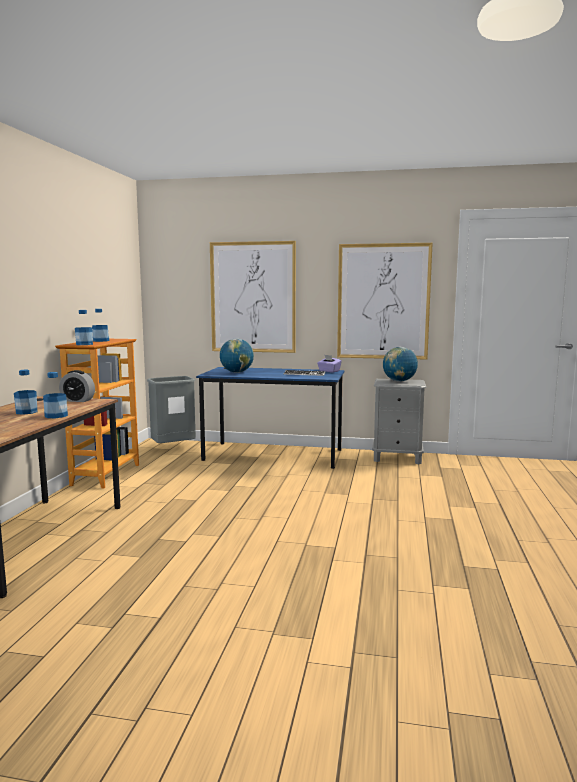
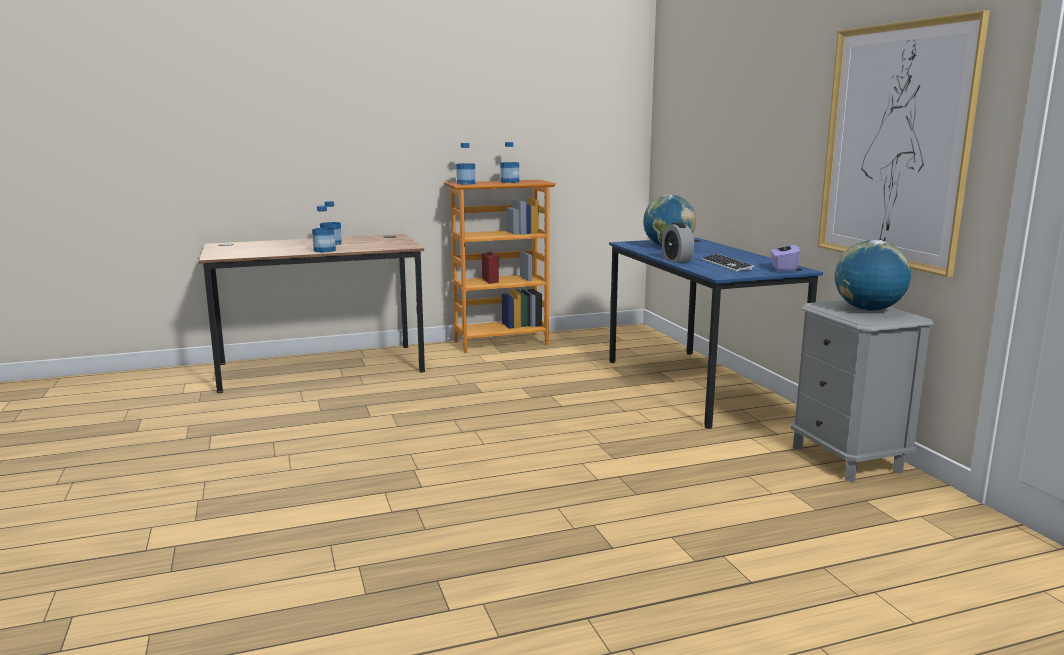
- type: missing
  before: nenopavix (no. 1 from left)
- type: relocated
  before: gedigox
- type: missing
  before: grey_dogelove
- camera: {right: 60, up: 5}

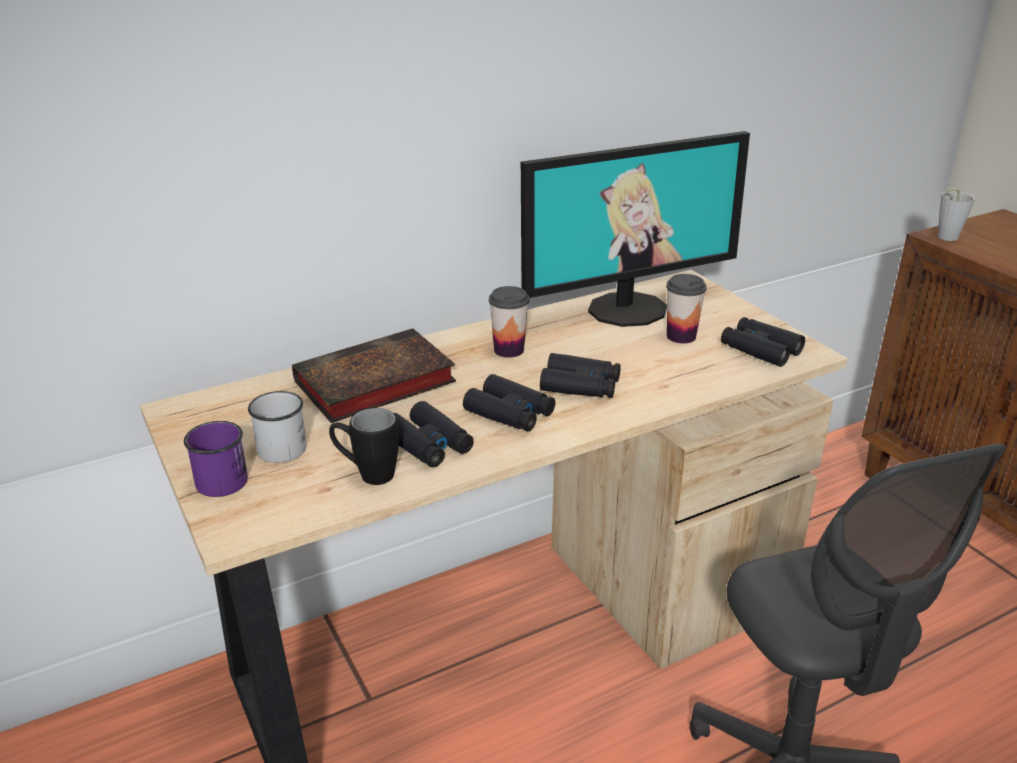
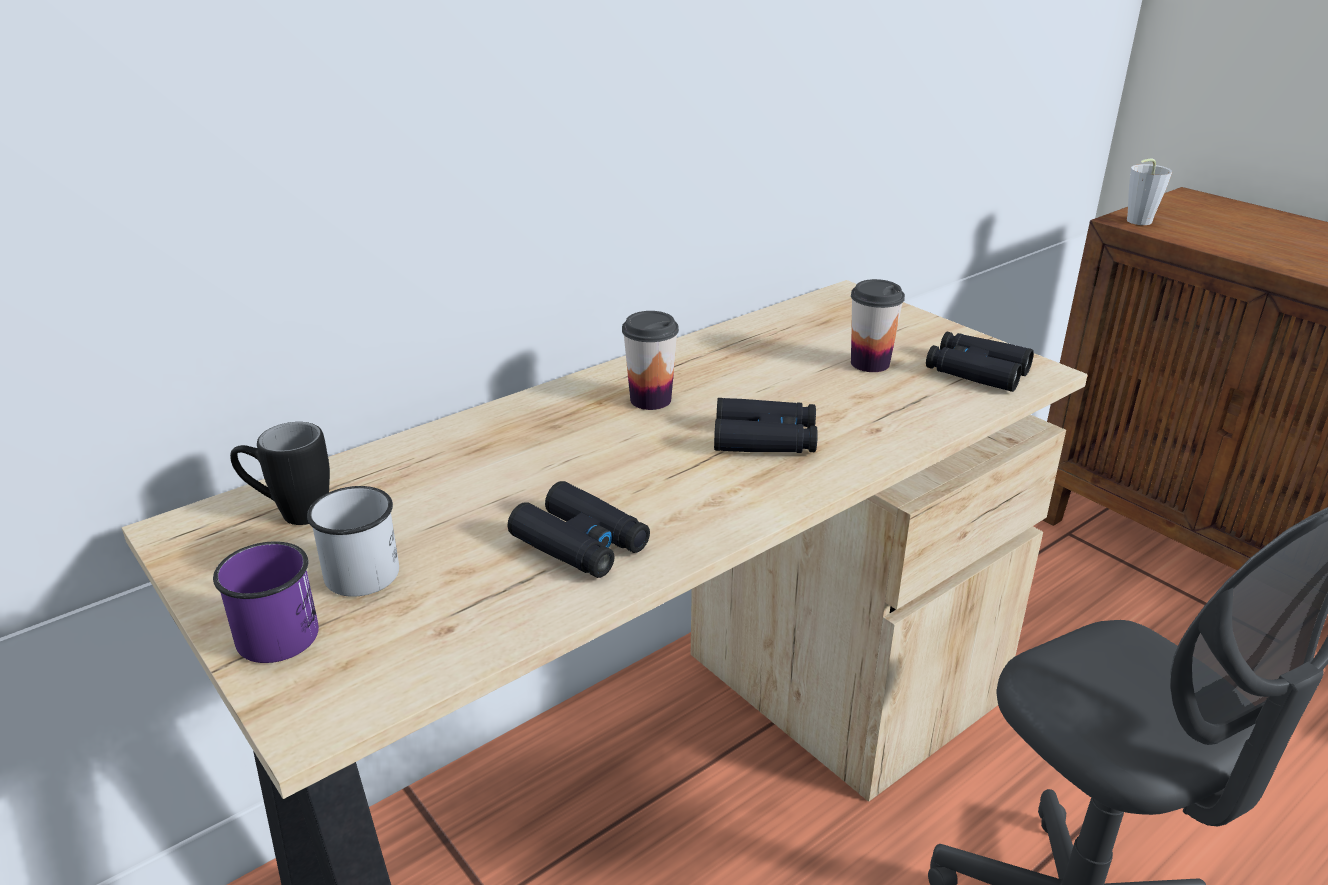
- type: missing
  before: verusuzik
- type: missing
  before: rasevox
- type: missing
  before: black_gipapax (no. 2 from left)
- type: relocated
  before: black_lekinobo
- camera: {right: -10, up: 0}

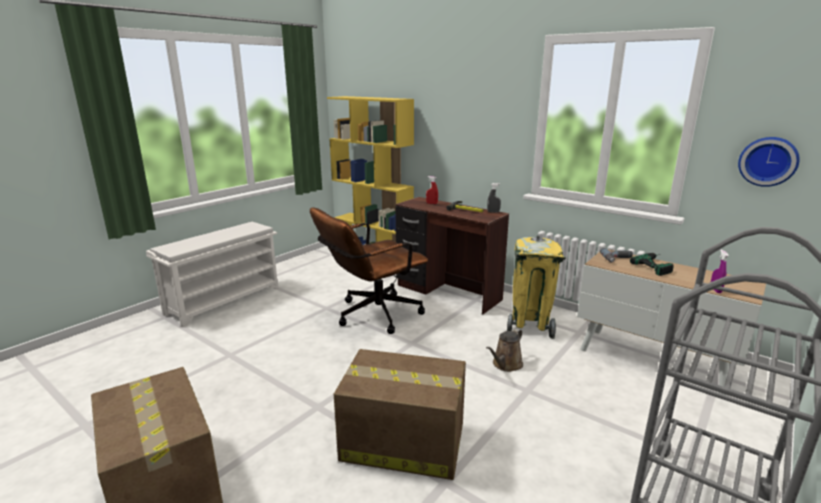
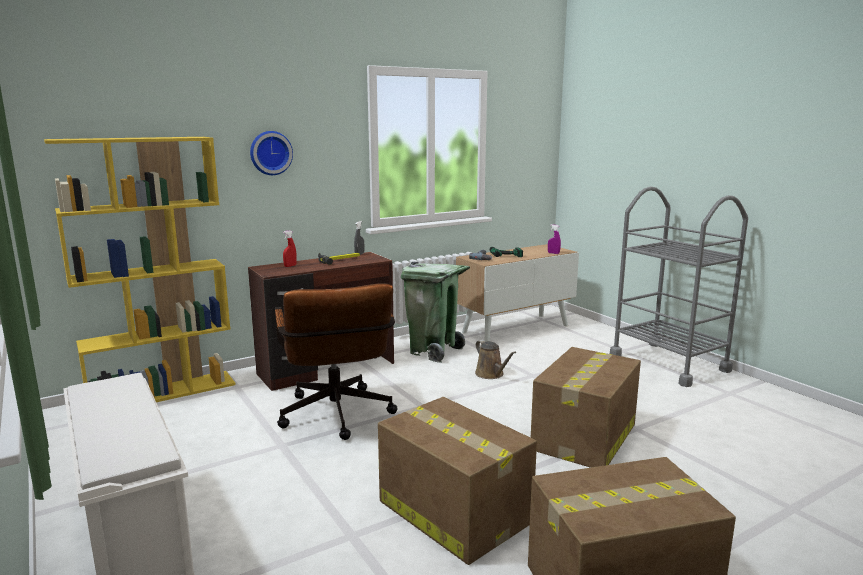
- type: relocated
  before: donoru
- type: colour
  before: yellow_dogelove
  after: green_dogelove
- type: appeared
  after: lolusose (no. 1 from left)
- camera: {right: -70, up: -5}

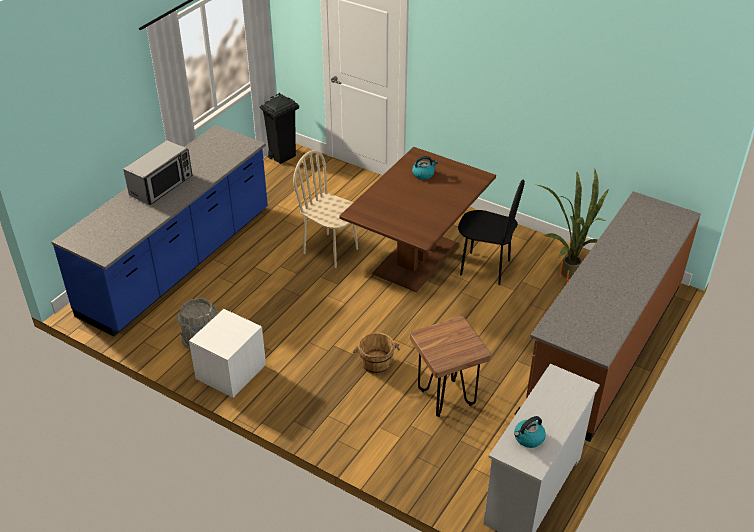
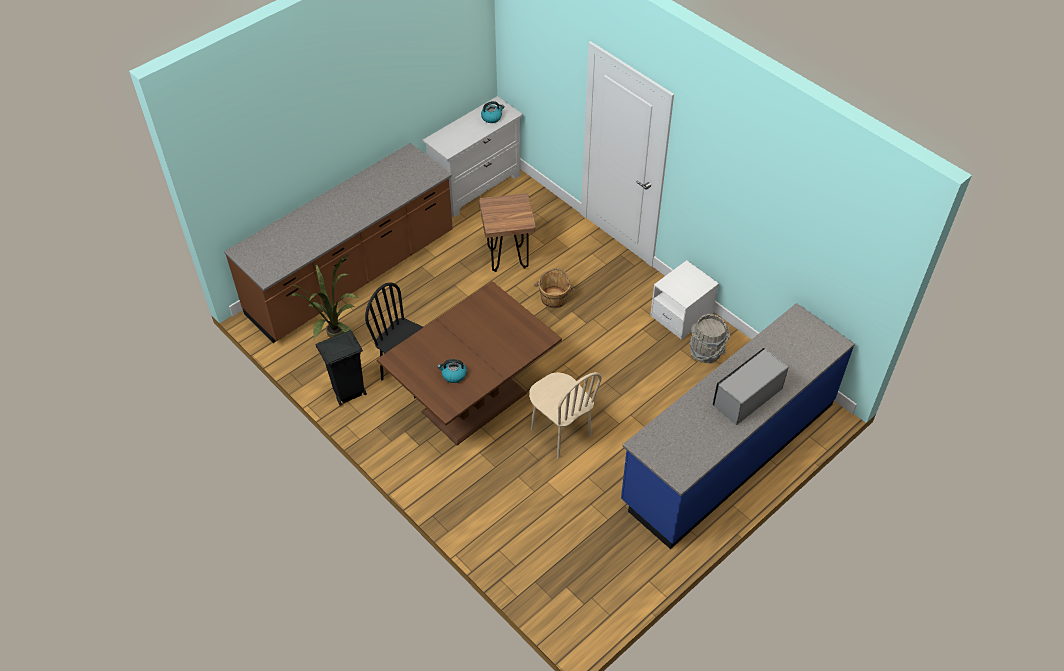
- type: relocated
  before: black_dogelove
- camera: {right: -165, up: 10}

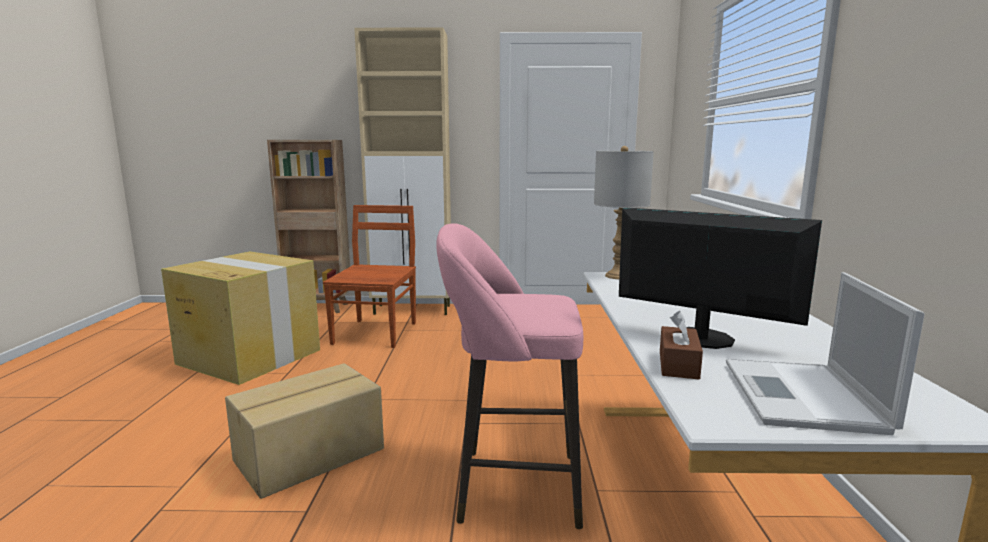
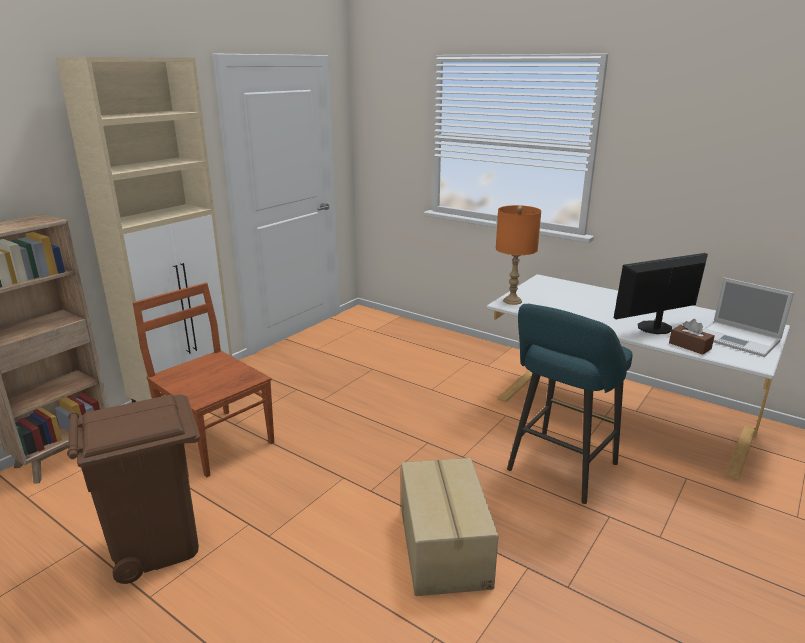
- type: colour
  before: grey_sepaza
  after: orange_sepaza
- type: colour
  before: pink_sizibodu
  after: turquoise_sizibodu
- type: exchanged
  before: lolusose (no. 1 from left)
  after: brown_dogelove
- camera: {right: -55, up: 10}

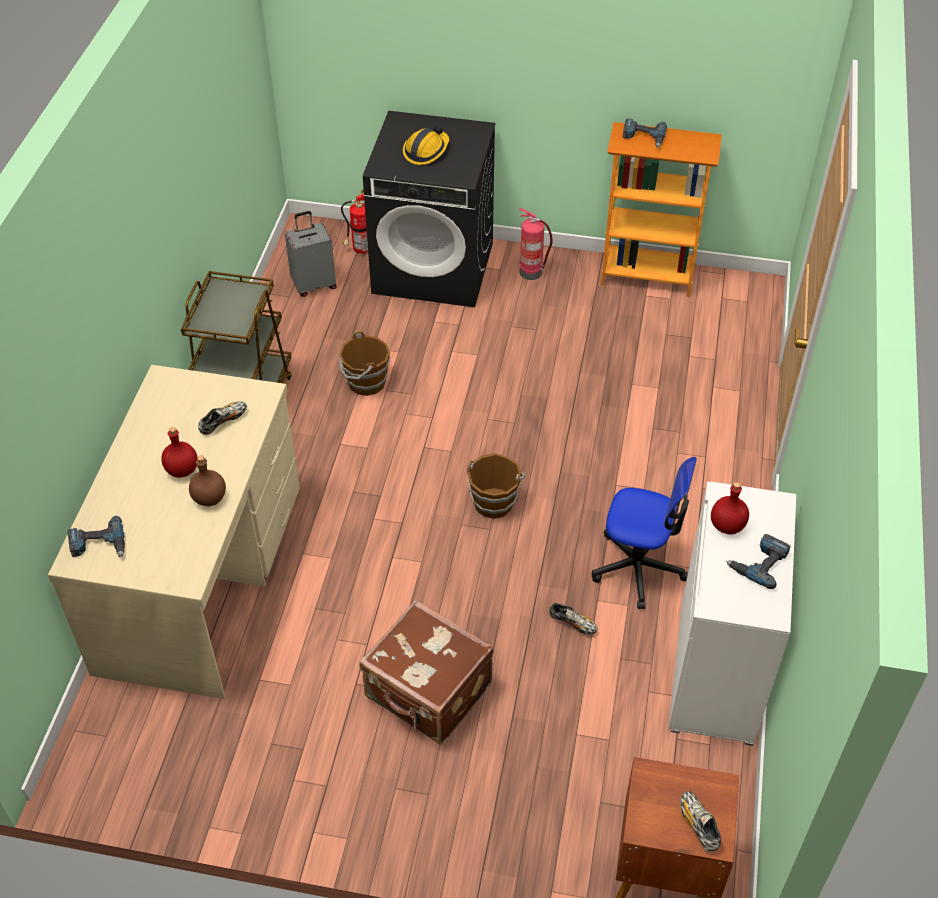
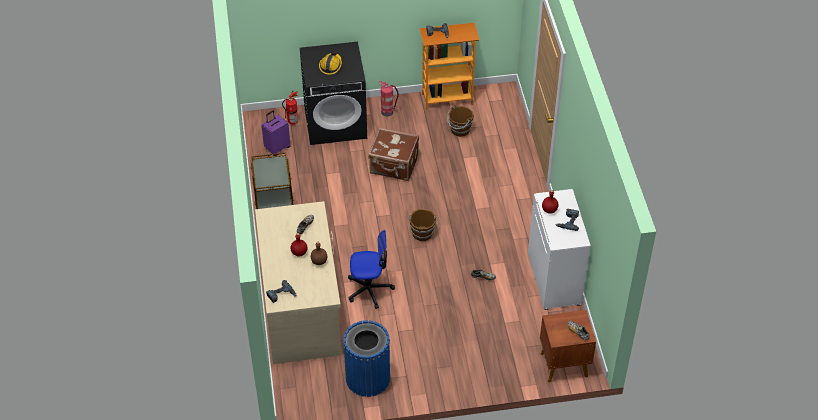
- type: colour
  before: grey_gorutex
  after: purple_gorutex
- type: relocated
  before: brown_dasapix (no. 1 from left in the first image)
  after: brown_dasapix (no. 2 from left)
- type: relocated
  before: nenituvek
- type: relocated
  before: brown_gorutex
- type: appeared
  after: blue_dogelove
- camera: {right: -20, up: 0}

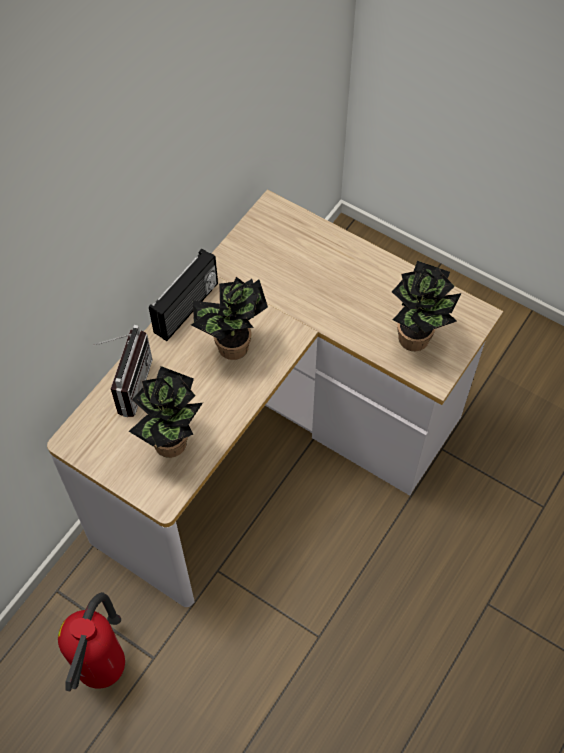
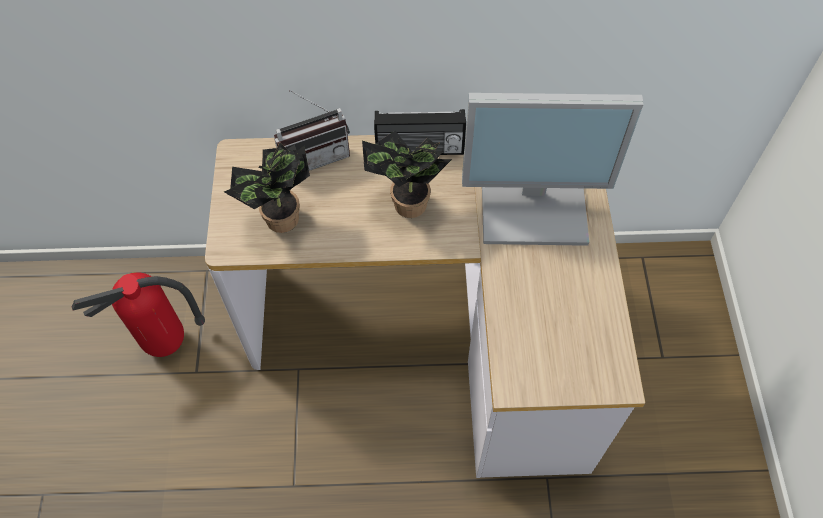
- type: missing
  before: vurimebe (no. 3 from left)
- type: appeared
  after: verusuzik
- camera: {right: 55, up: 0}

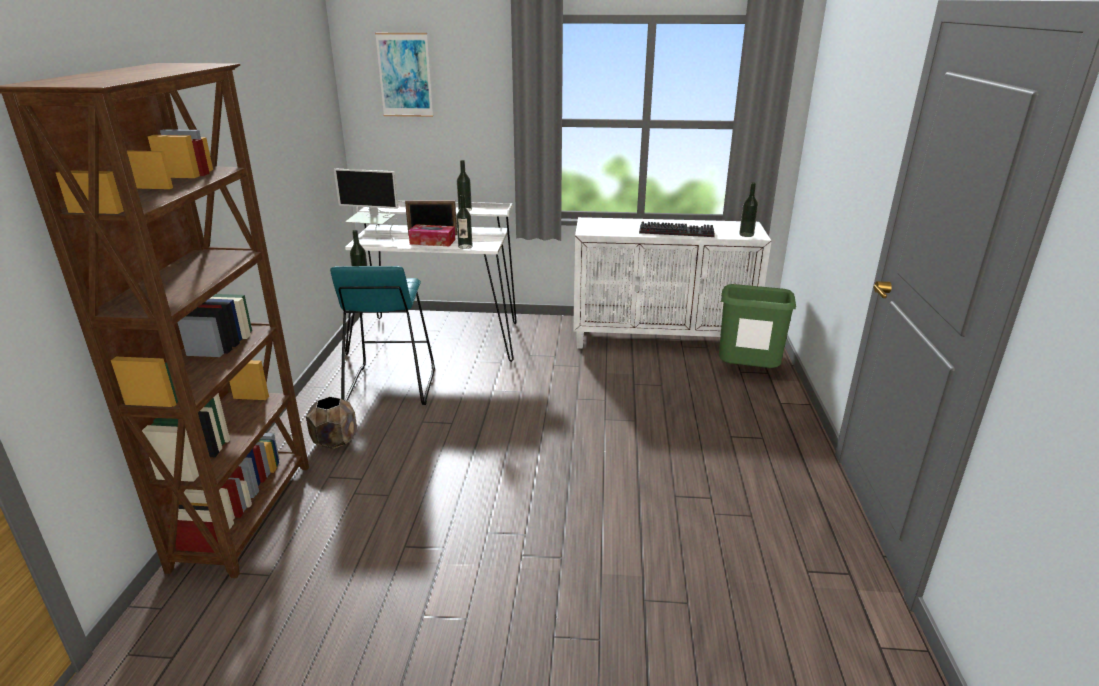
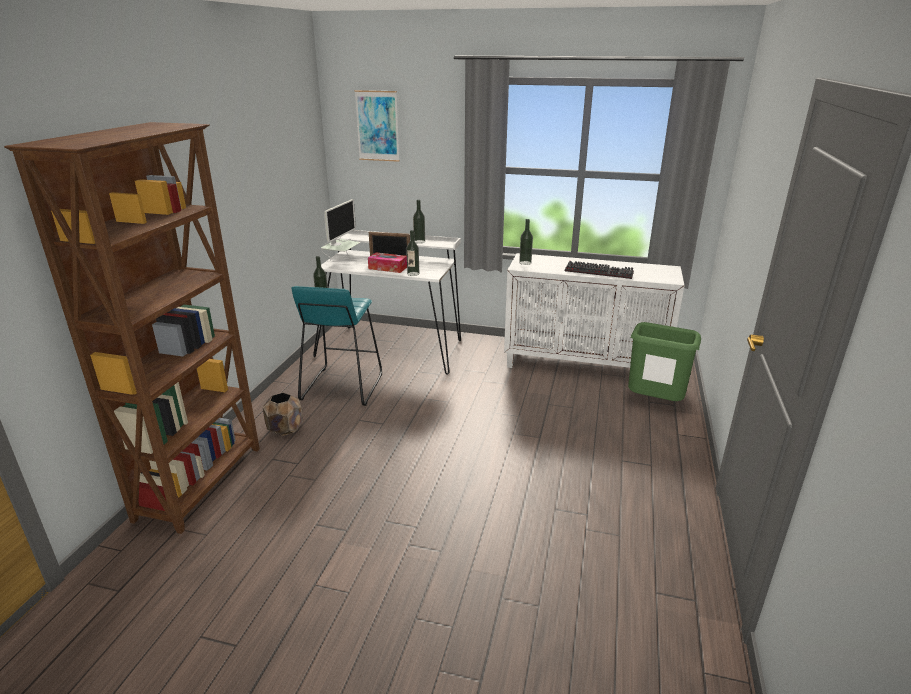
- type: spun
  before: verusuzik
  turn: -90
- type: relocated
  before: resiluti (no. 4 from left)
- camera: {right: 10, up: 0}

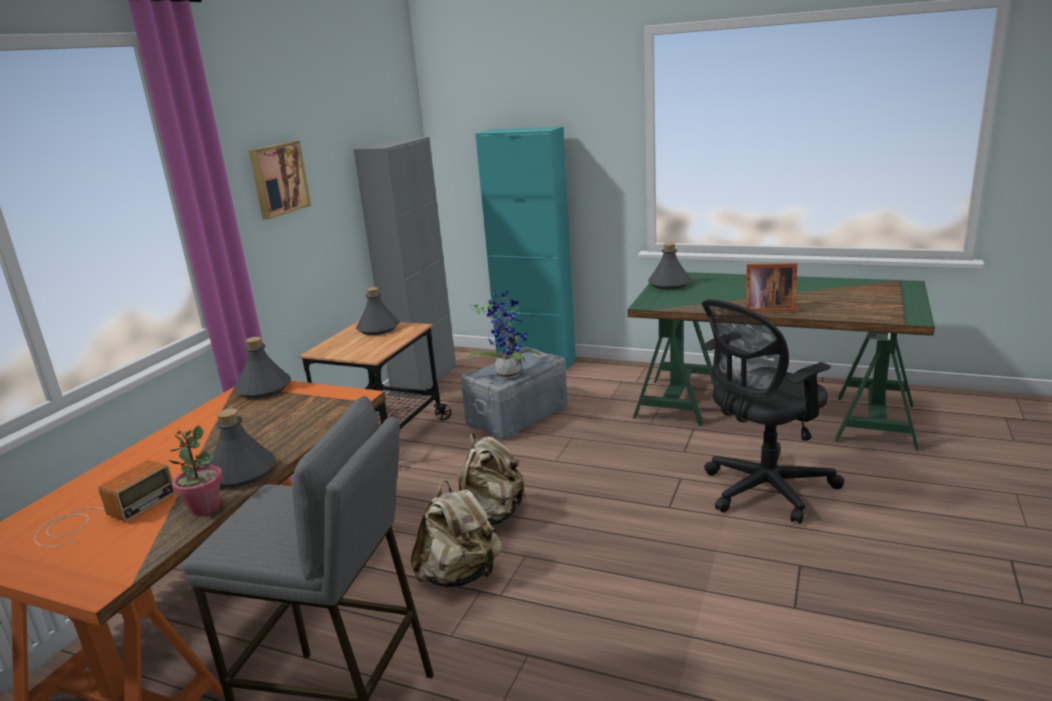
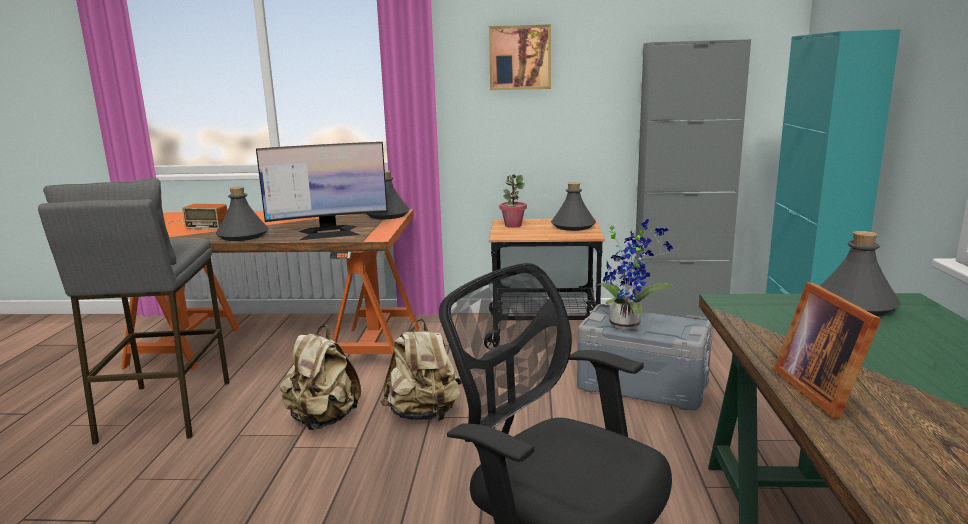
- type: relocated
  before: vurimebe (no. 1 from left)
- type: appeared
  after: verusuzik
- camera: {right: 70, up: -5}

